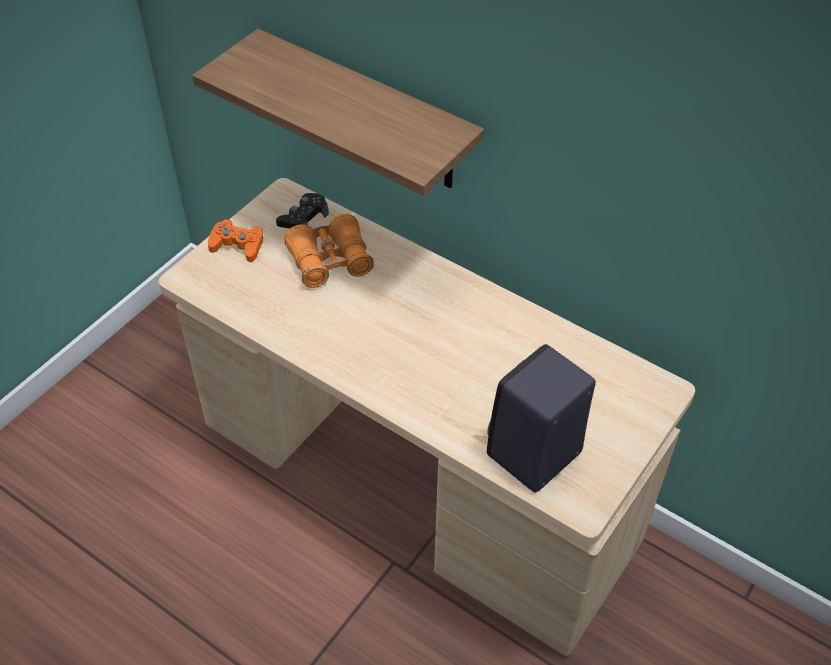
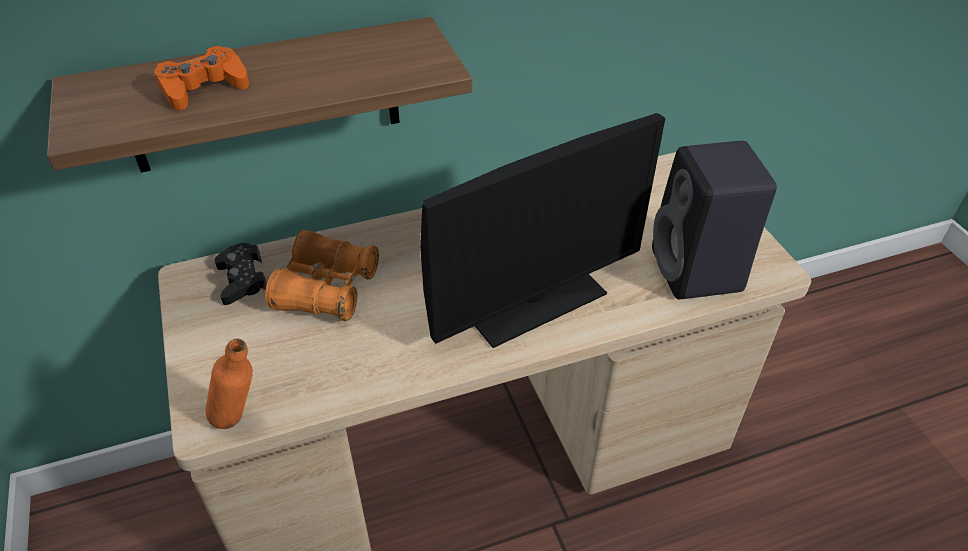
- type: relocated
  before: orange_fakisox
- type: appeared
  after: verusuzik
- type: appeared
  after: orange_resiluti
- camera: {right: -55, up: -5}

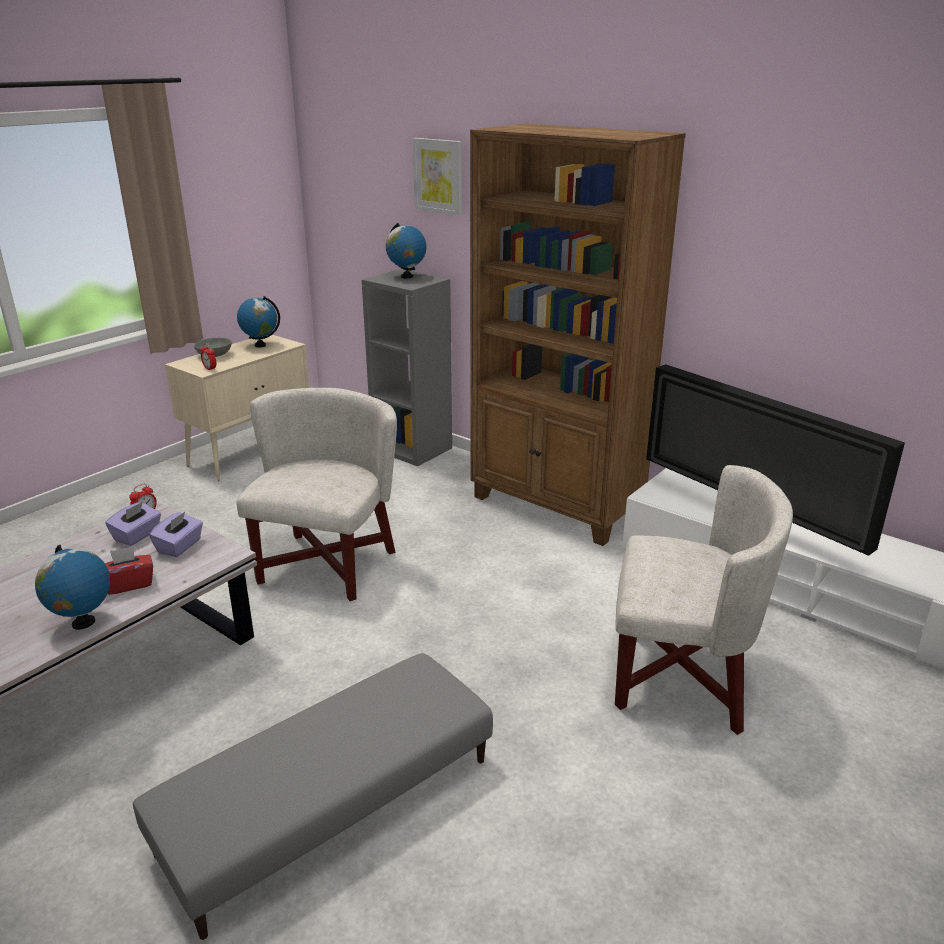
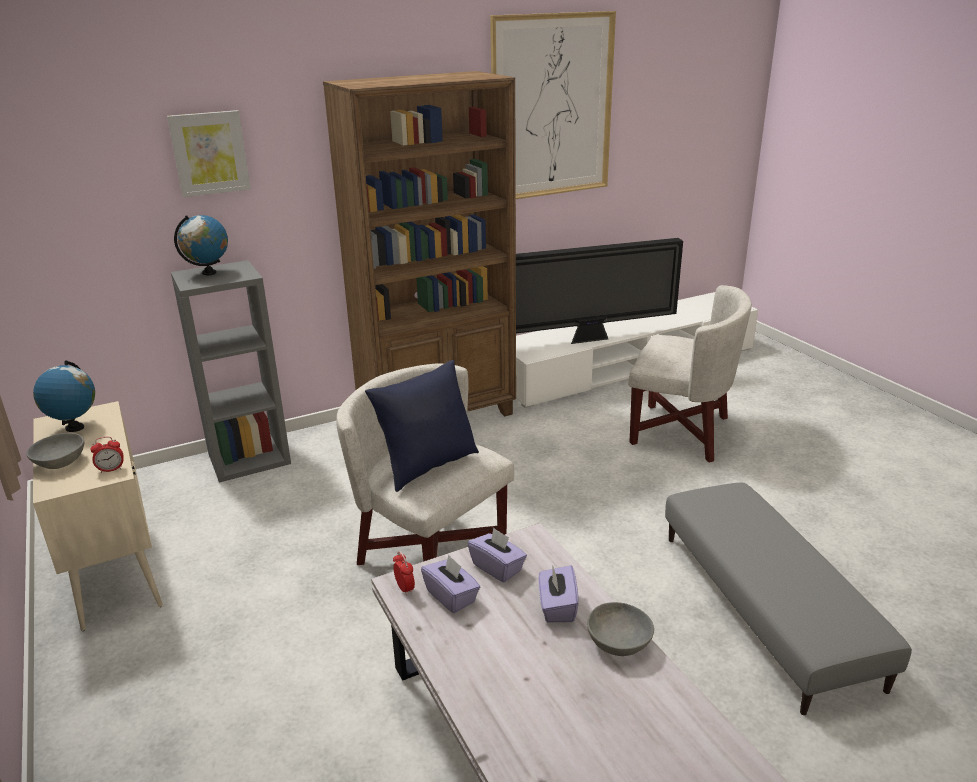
- type: spun
  before: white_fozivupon (no. 2 from left)
  turn: 75
- type: exchanged
  before: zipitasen (no. 1 from left)
  after: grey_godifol (no. 2 from left)
- type: colour
  before: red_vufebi
  after: purple_vufebi (no. 3 from left)
- type: appeared
  after: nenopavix (no. 2 from left)
- type: appeared
  after: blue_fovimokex
- camera: {right: -65, up: 0}

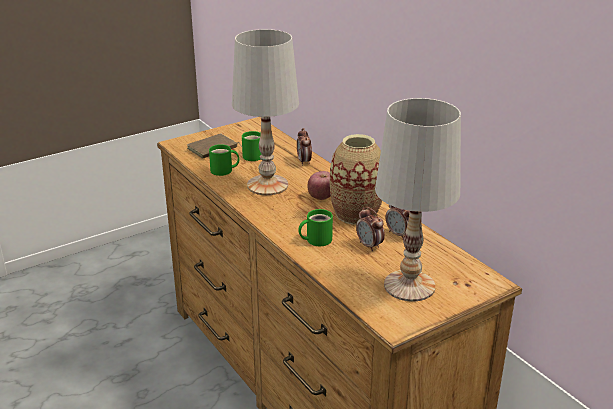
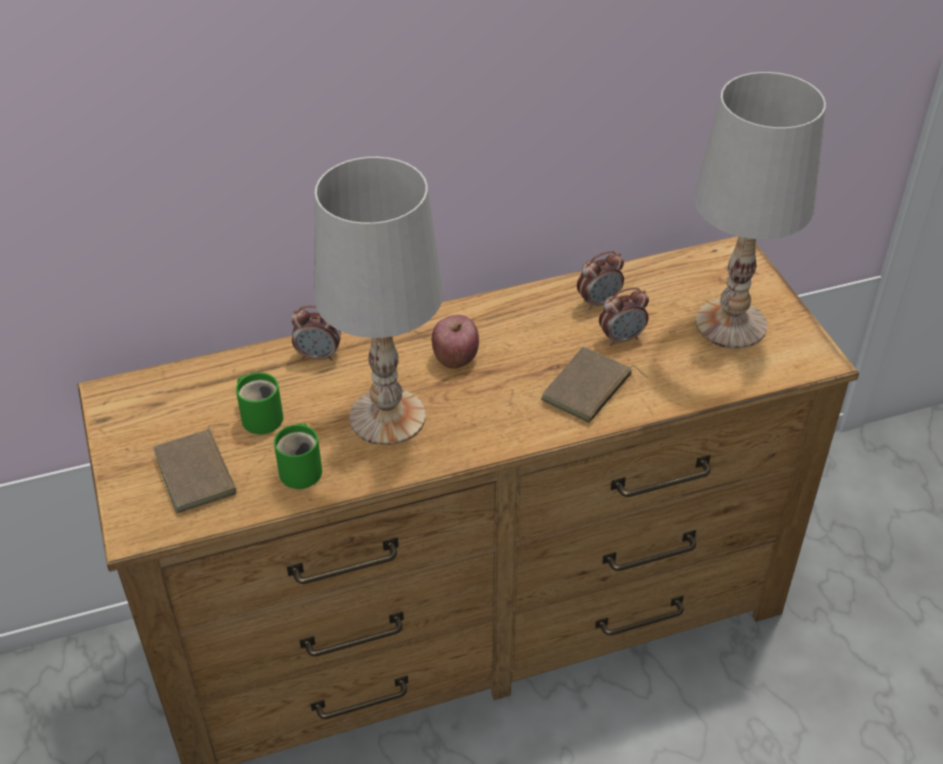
- type: missing
  before: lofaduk
- type: exchanged
  before: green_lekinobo (no. 3 from left)
  after: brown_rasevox (no. 2 from left)
- camera: {right: -75, up: 15}

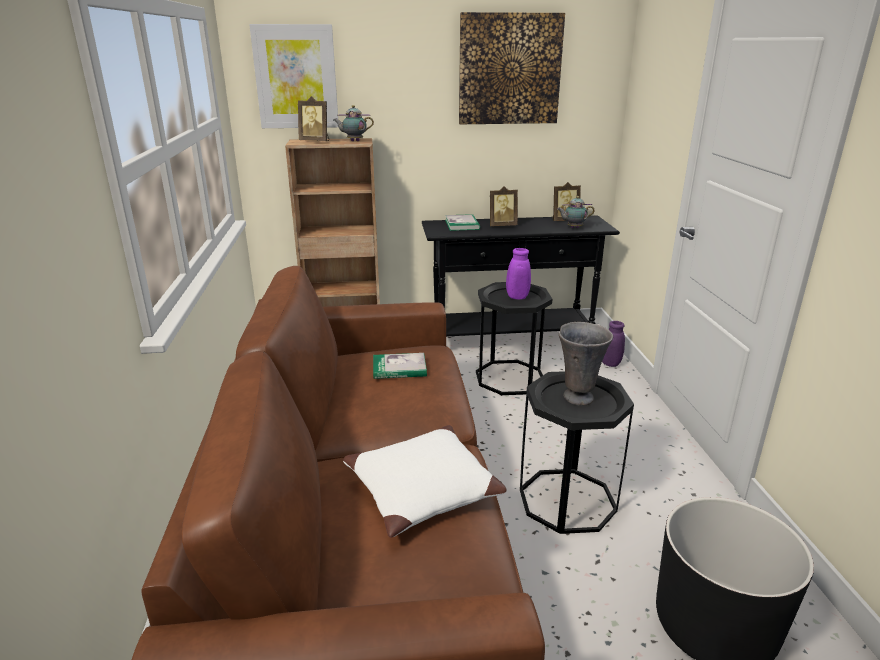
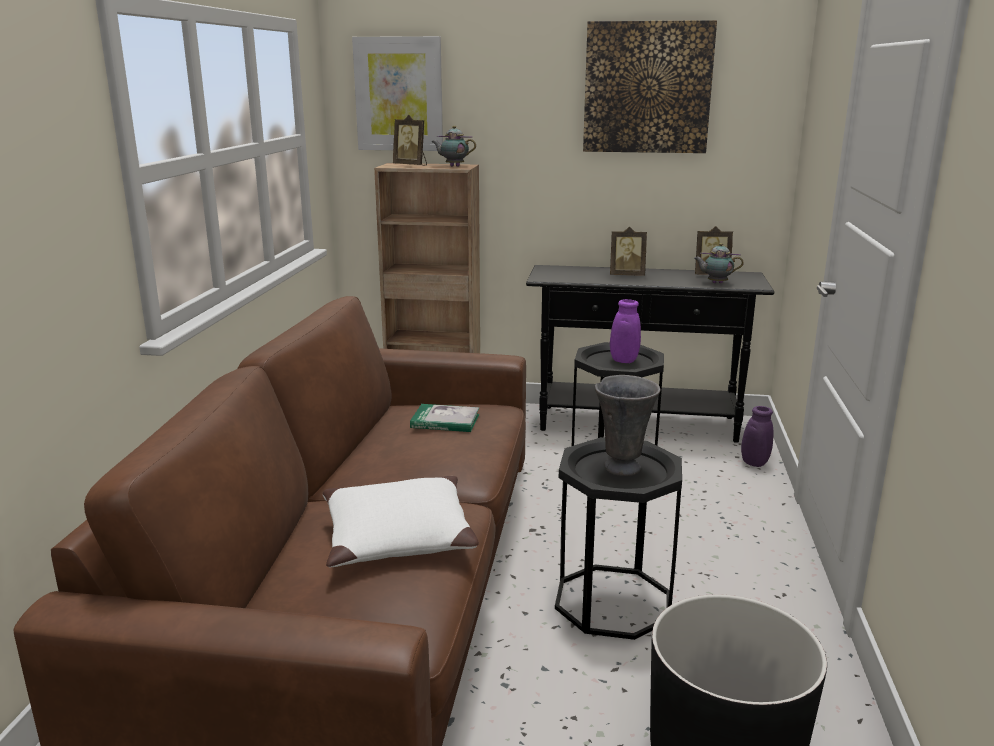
- type: missing
  before: rasevox (no. 2 from left)
- camera: {right: 15, up: -5}

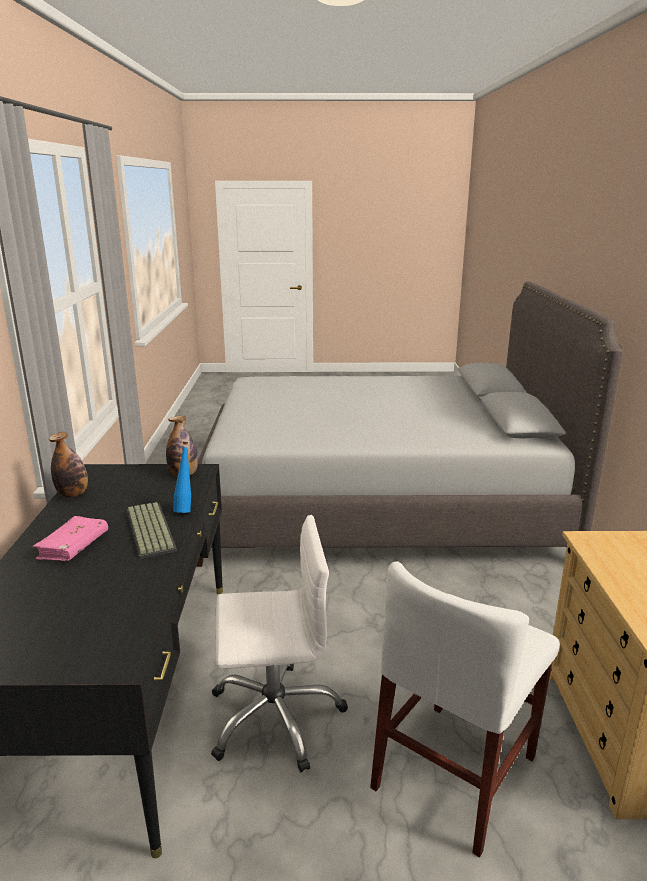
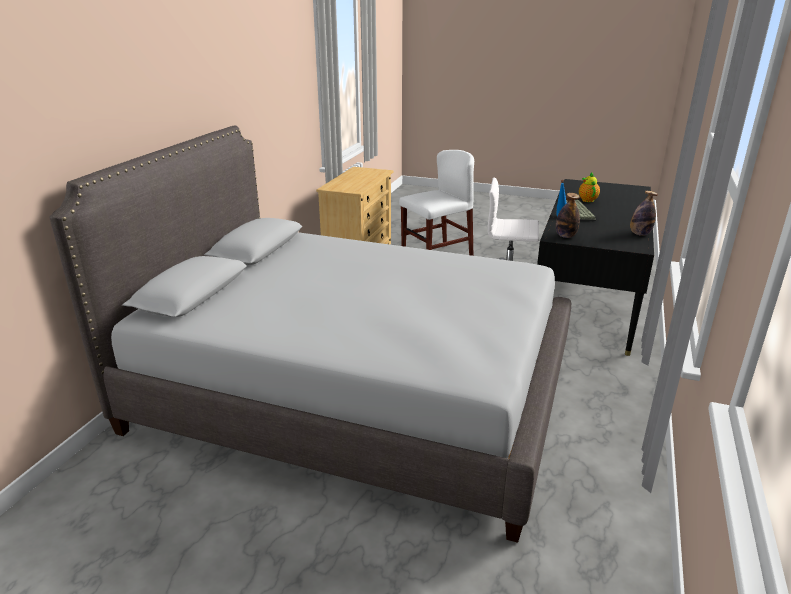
- type: missing
  before: pink_rasevox
- type: appeared
  after: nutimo
- camera: {right: -160, up: 5}

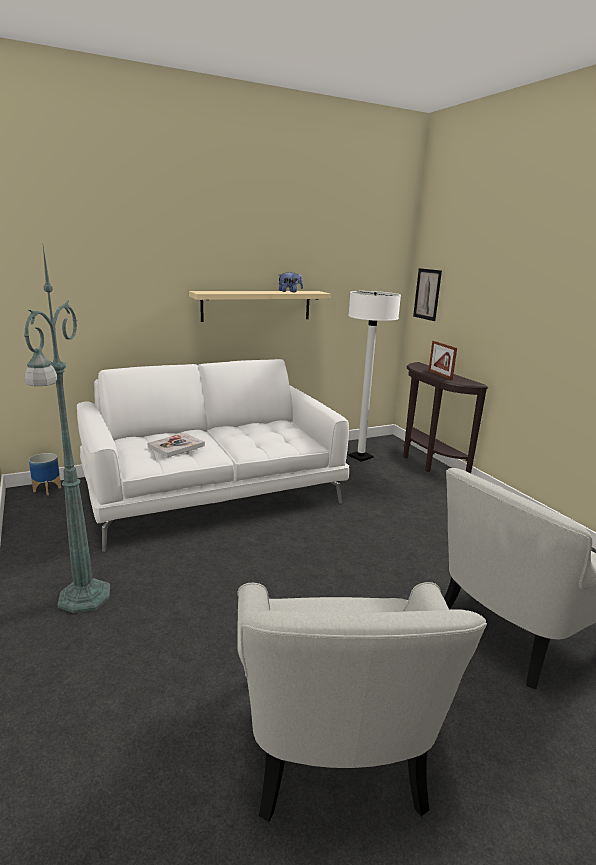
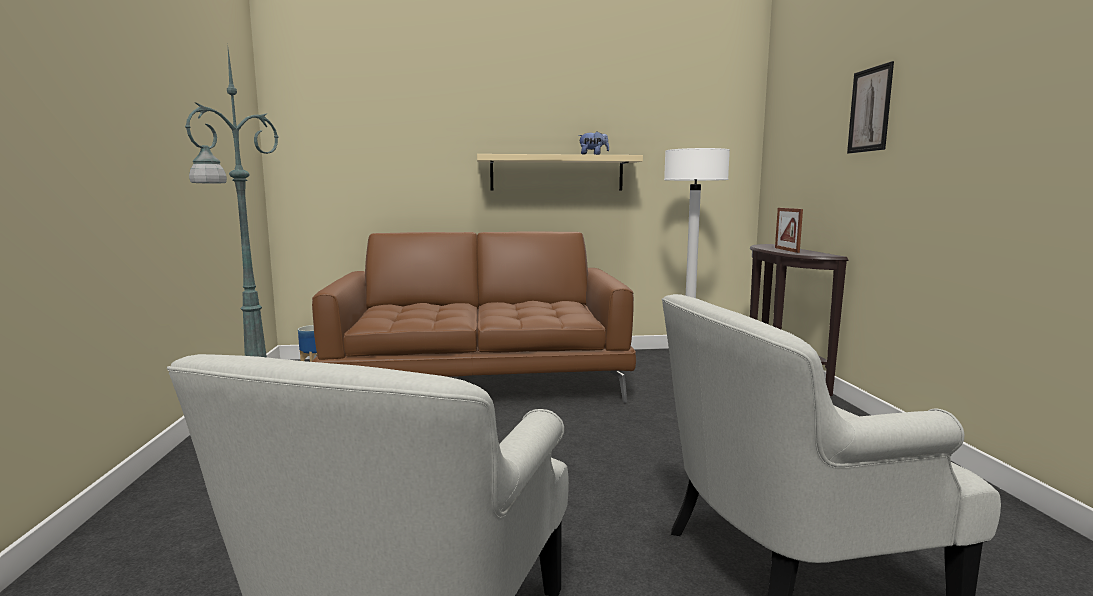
- type: relocated
  before: nenopavix
- type: colour
  before: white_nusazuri
  after: brown_nusazuri
- type: missing
  before: rasevox
- camera: {right: 20, up: -10}

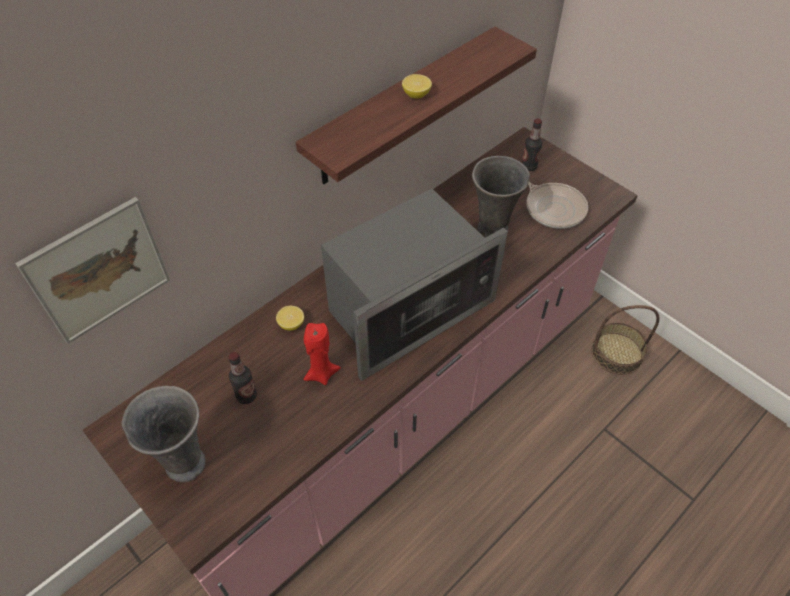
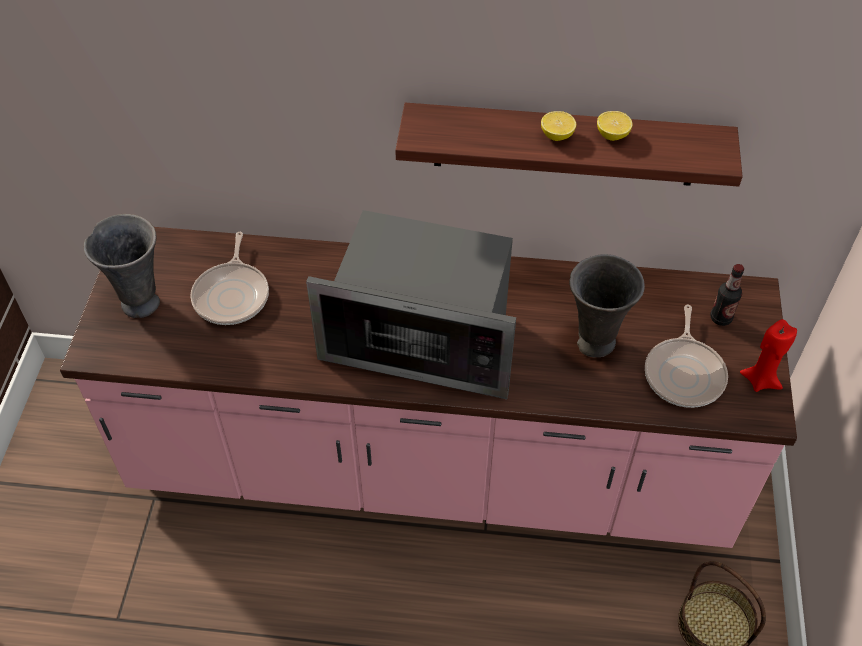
- type: missing
  before: nenopavix
- type: relocated
  before: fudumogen (no. 1 from left in the first image)
  after: fudumogen (no. 2 from left)
- type: relocated
  before: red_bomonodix
- type: exchanged
  before: resiluti (no. 1 from left)
  after: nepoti (no. 1 from left)
- camera: {right: 50, up: 0}

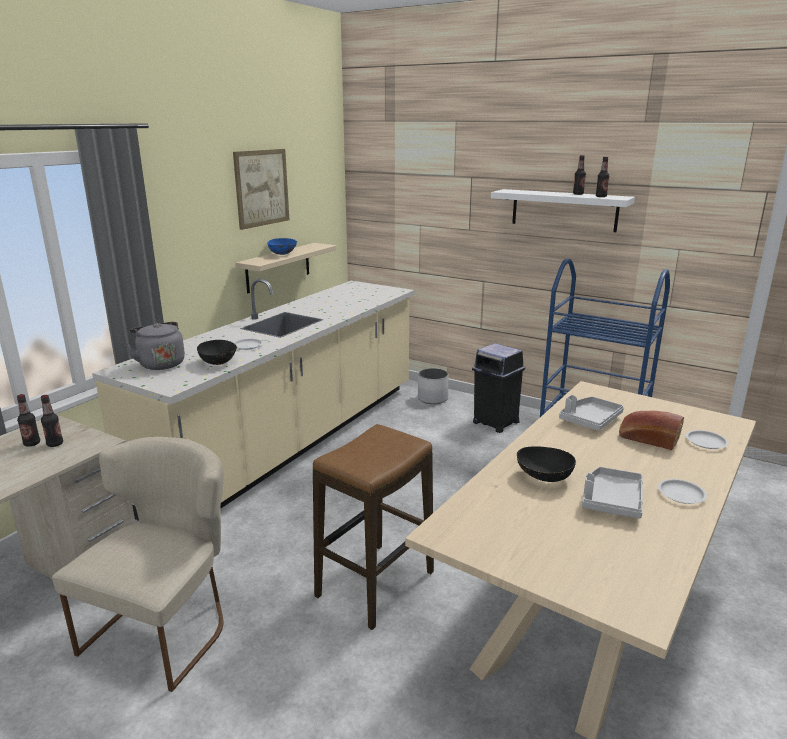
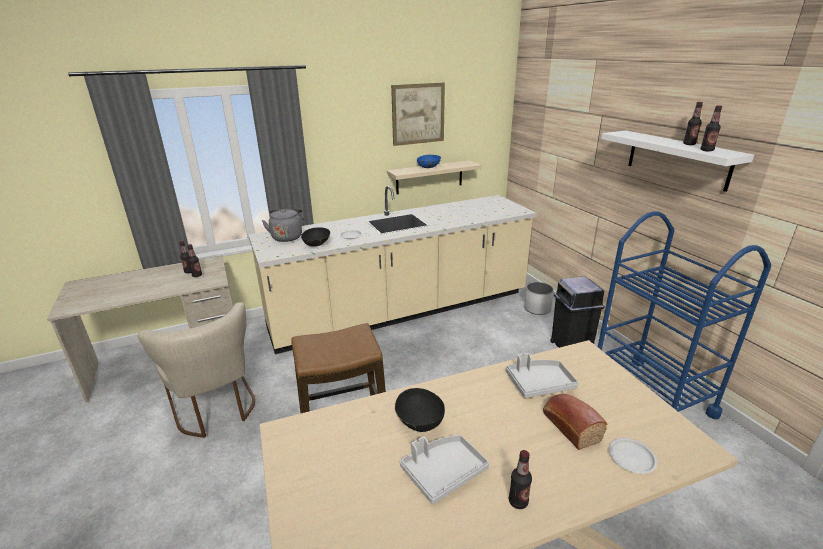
- type: spun
  before: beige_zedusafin
  turn: 90
- type: exchanged
  before: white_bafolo (no. 2 from left)
  after: resiluti (no. 3 from left)
- camera: {right: 35, up: 5}

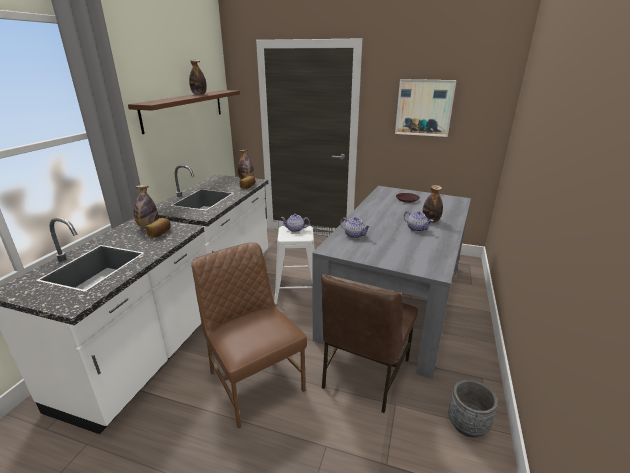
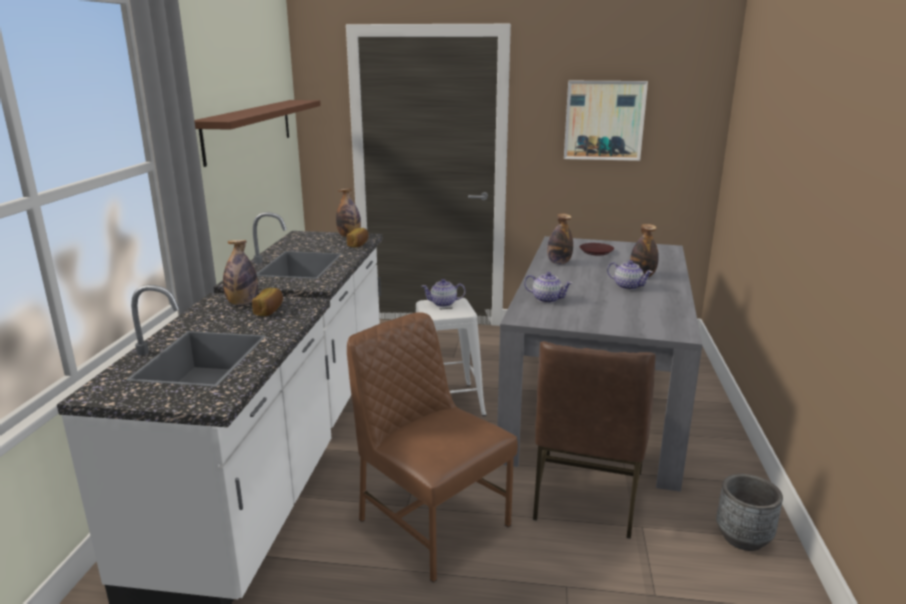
- type: relocated
  before: resiluti (no. 2 from left in the first image)
  after: resiluti (no. 3 from left)
- camera: {right: -10, up: -5}

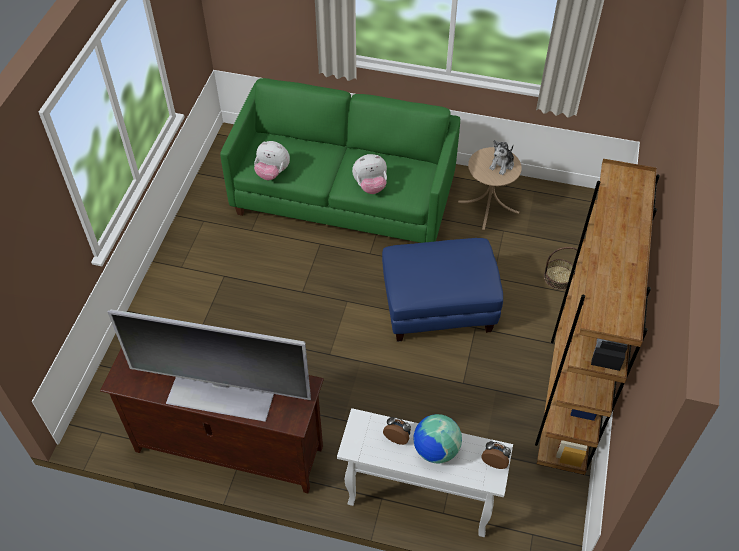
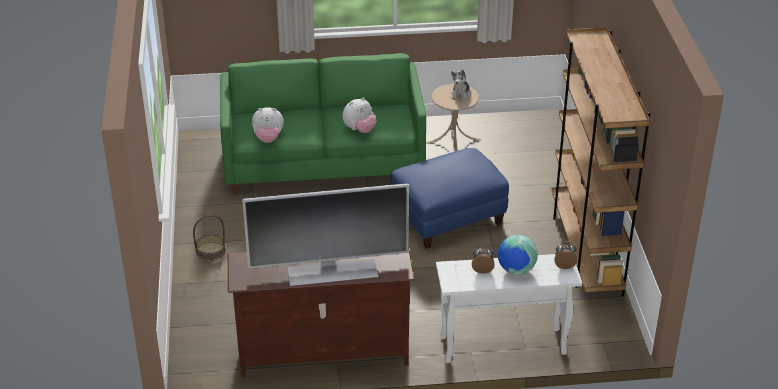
- type: relocated
  before: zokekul
- camera: {right: -20, up: -15}

